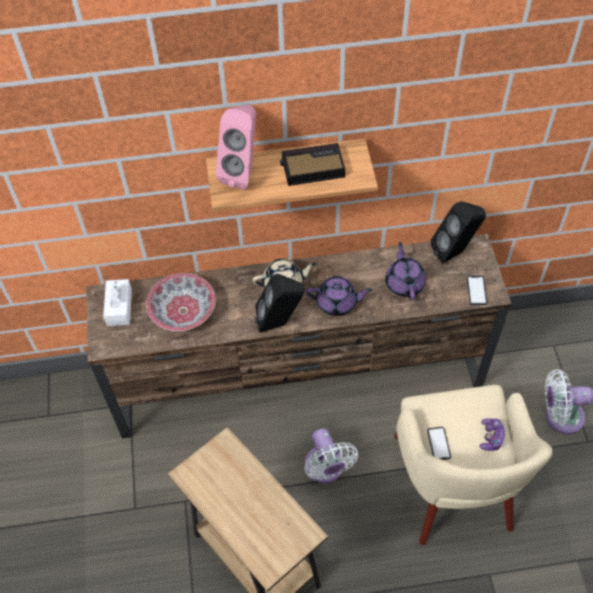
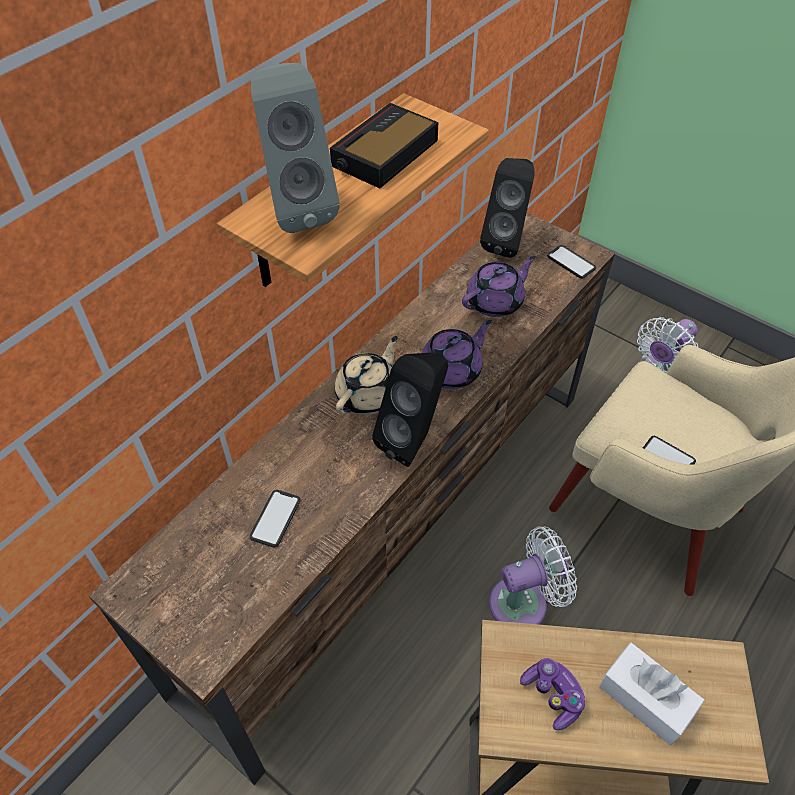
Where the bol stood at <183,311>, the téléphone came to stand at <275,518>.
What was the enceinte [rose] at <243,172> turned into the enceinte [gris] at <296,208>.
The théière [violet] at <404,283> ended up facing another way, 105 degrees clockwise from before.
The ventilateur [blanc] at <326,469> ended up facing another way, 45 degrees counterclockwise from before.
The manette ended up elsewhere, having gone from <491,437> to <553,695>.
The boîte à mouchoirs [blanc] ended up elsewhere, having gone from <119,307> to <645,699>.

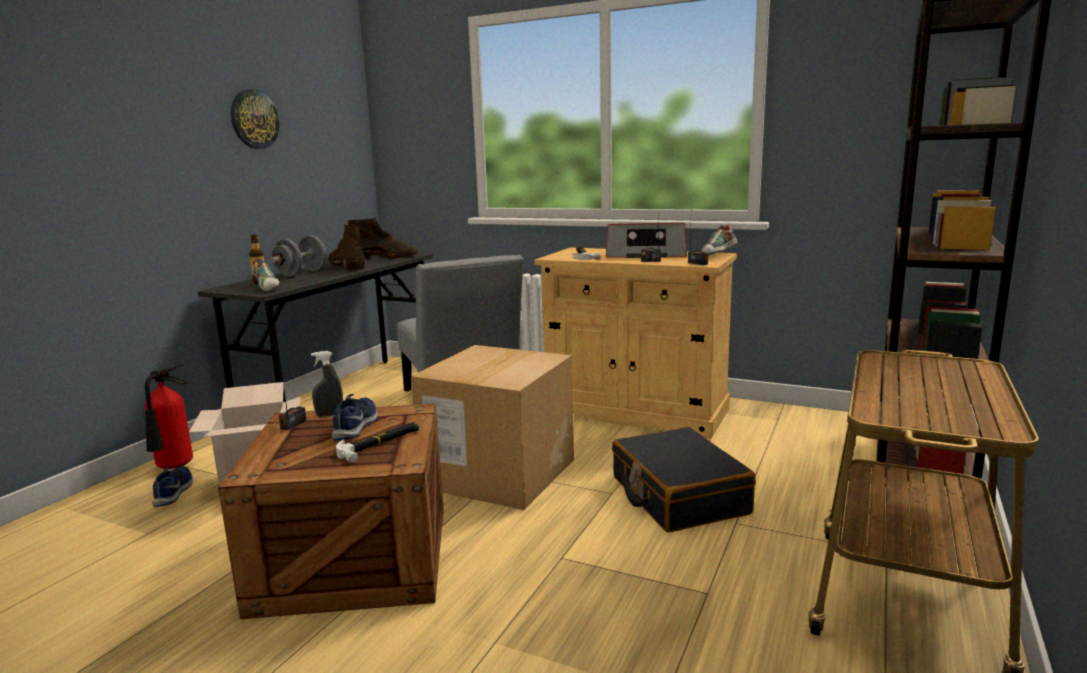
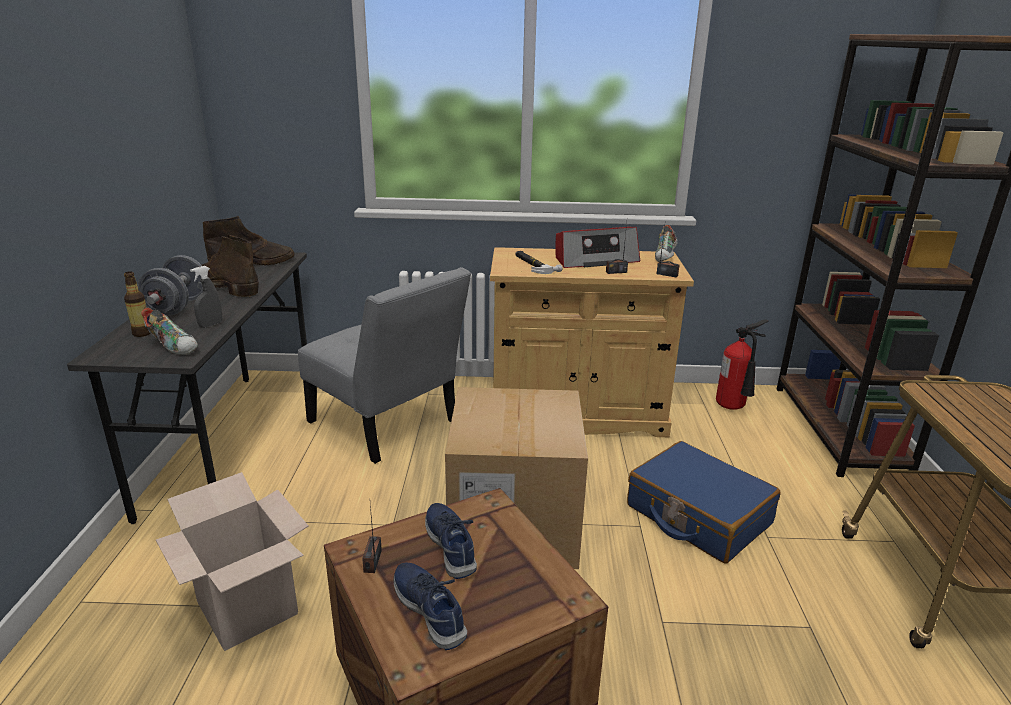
The vaporisateur [gris] ended up elsewhere, having gone from <329,414> to <210,325>.
The chaussure [bleu] ended up elsewhere, having gone from <174,491> to <430,609>.
What was the valise [noir] at <678,495> turned into the valise [bleu] at <697,515>.
The extincteur ended up elsewhere, having gone from <174,468> to <734,408>.
The second view lost the horloge murale at <254,119>.
The second view lost the marteau at <380,444>.

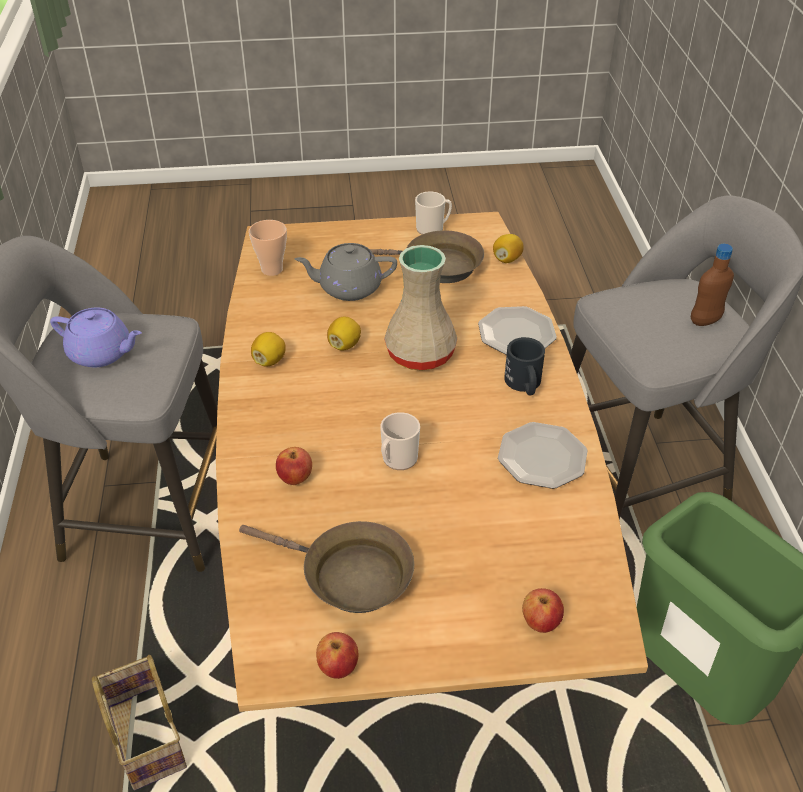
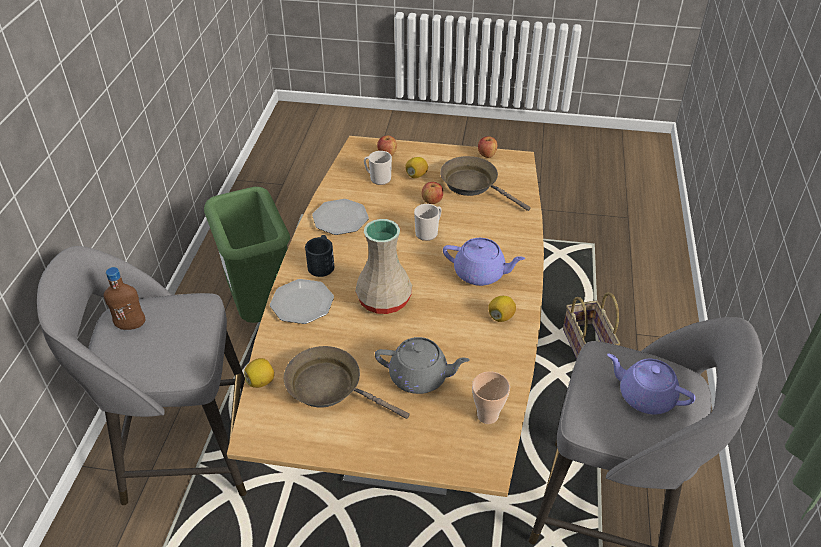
The mug ended up elsewhere, having gone from <433,228> to <378,178>.
The citron ended up elsewhere, having gone from <344,345> to <416,175>.
The pomme ended up elsewhere, having gone from <295,478> to <432,201>.
The second view gained the théière [violet] at <480,274>.

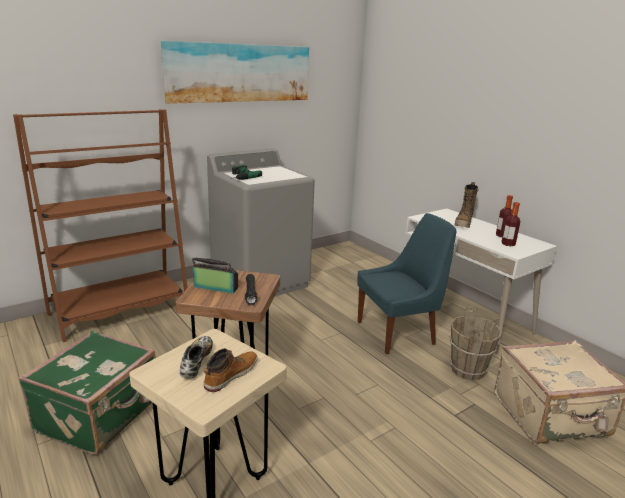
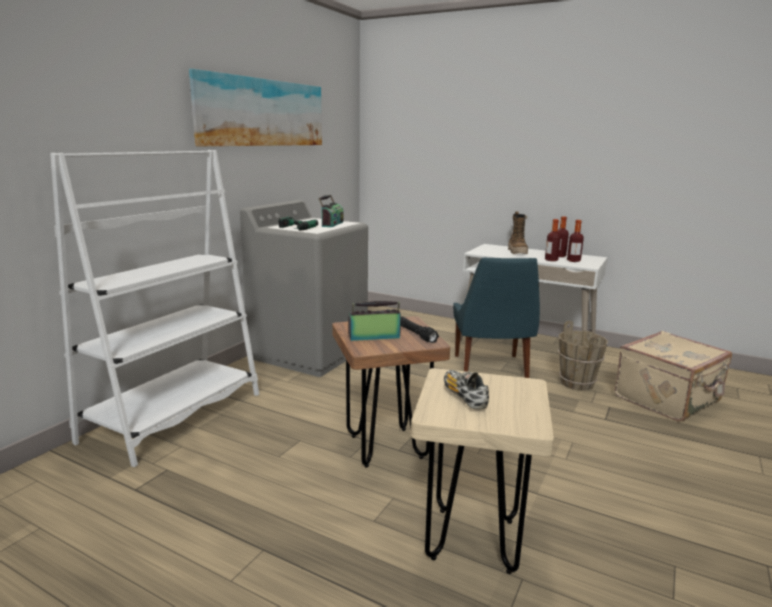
What was the bibliothèque [marron] at <120,311> turned into the bibliothèque [blanc] at <175,417>.
The second view gained the radio at <331,224>.
The chaise [bleu] at <398,332> ended up facing another way, 135 degrees clockwise from before.
The second view gained the bouteille at <551,260>.
The second view lost the valise [vert] at <100,415>.
The second view lost the botte at <230,375>.

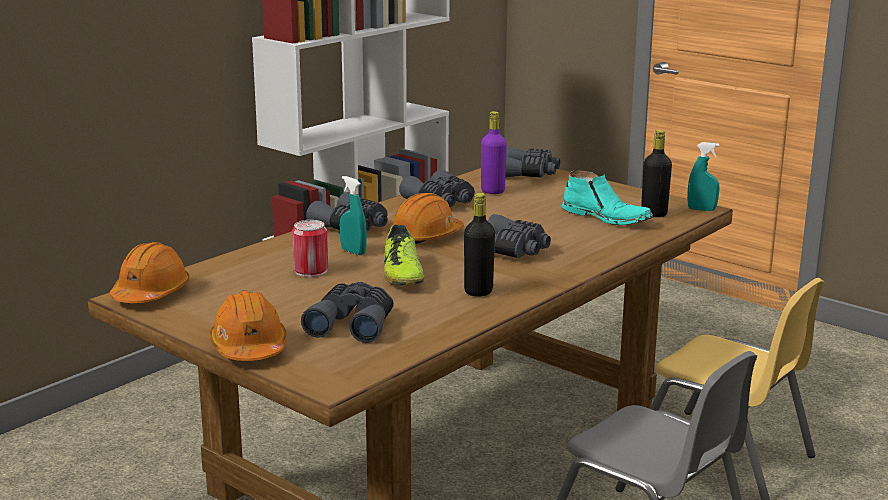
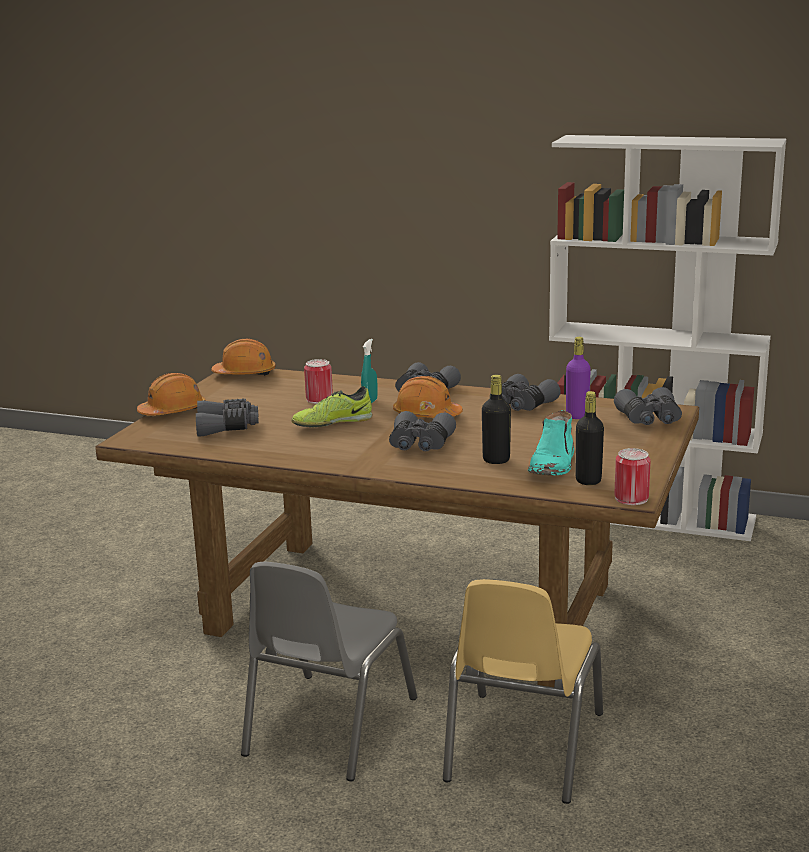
The bouteille [noir] ended up elsewhere, having gone from <478,291> to <496,460>.
Where the vaporisateur [turquoise] stood at <701,209>, the boîte métallique came to stand at <631,498>.

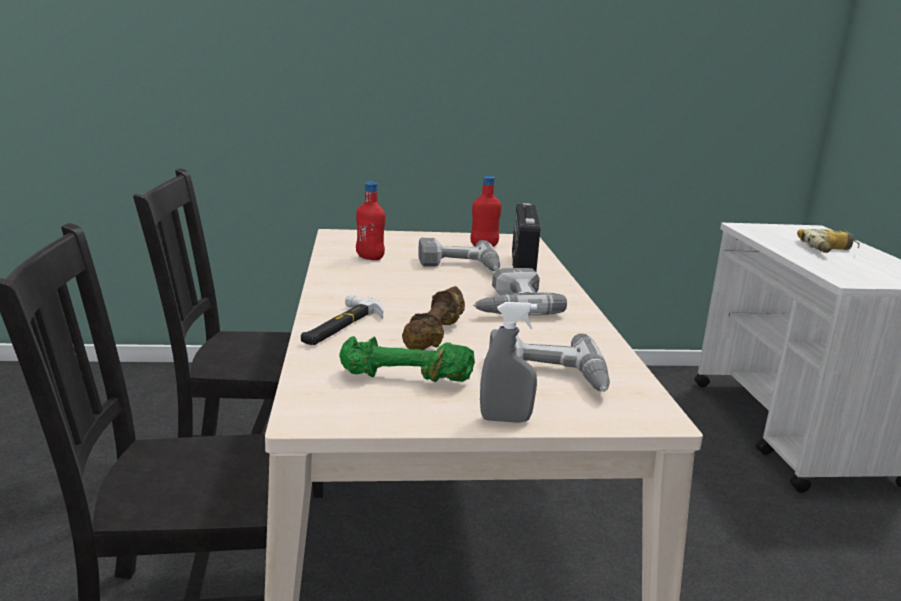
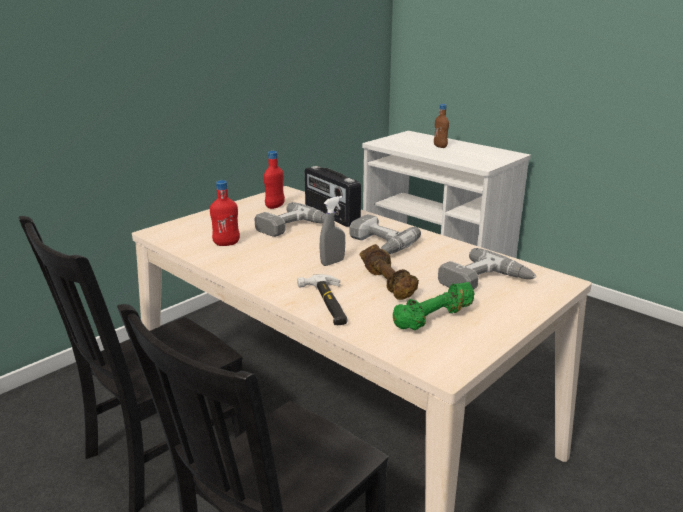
The vaporisateur [gris] ended up elsewhere, having gone from <505,419> to <332,262>.
Where the perceuse stood at <829,248>, the bouteille [marron] came to stand at <440,146>.

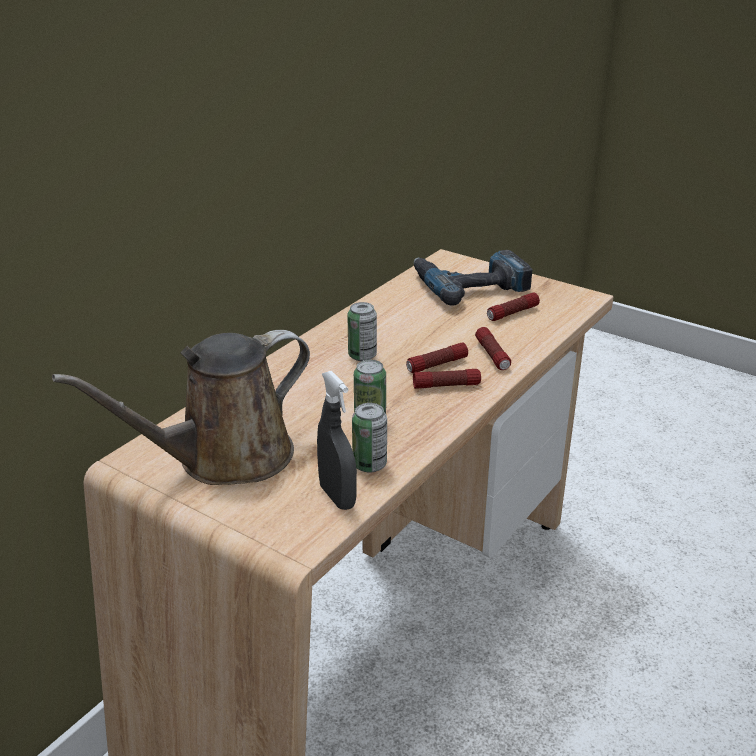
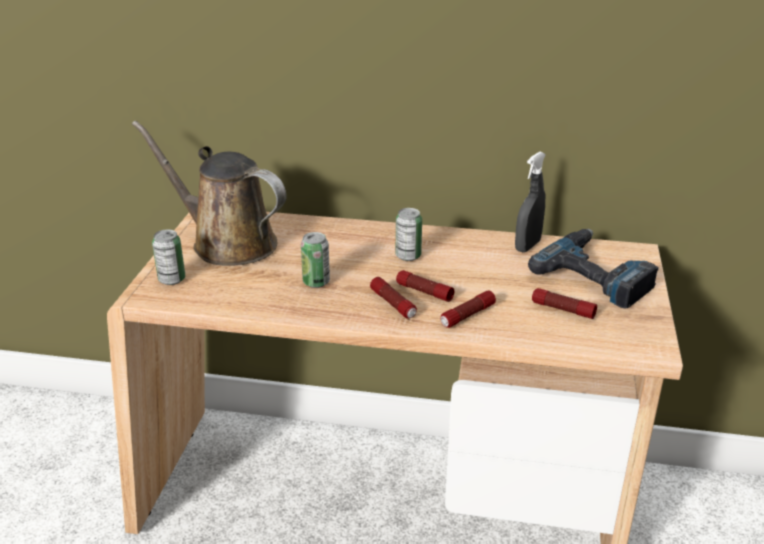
The boîte métallique ended up elsewhere, having gone from <369,464> to <172,279>.
The vaporisateur [gris] ended up elsewhere, having gone from <337,497> to <527,246>.

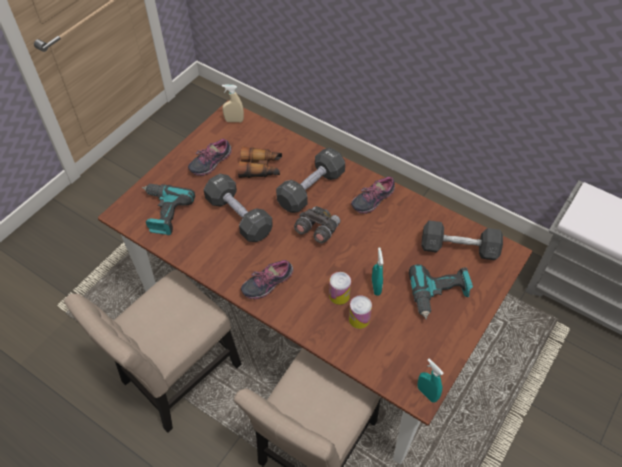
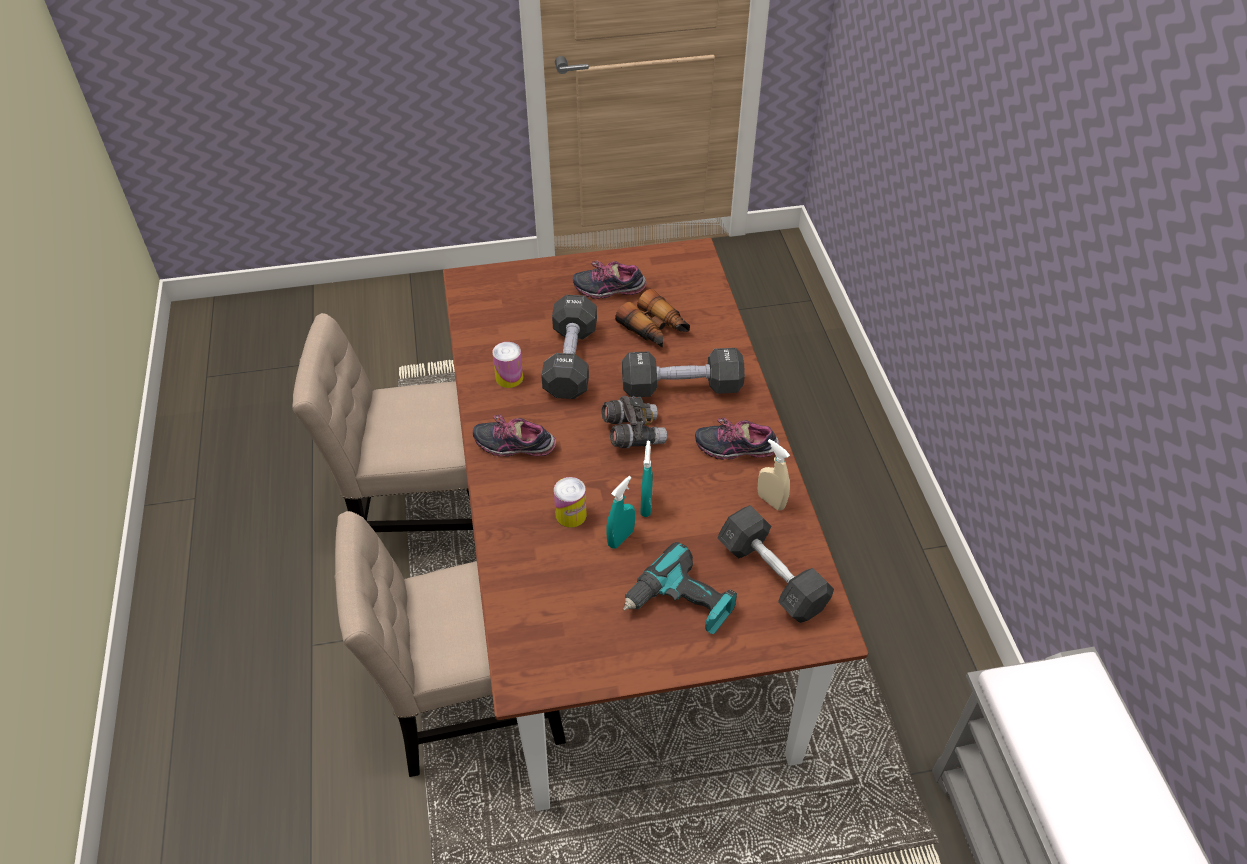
The boîte métallique ended up elsewhere, having gone from <359,319> to <509,378>.
The vaporisateur [turquoise] ended up elsewhere, having gone from <427,393> to <646,505>.
The vaporisateur [beige] ended up elsewhere, having gone from <234,120> to <771,501>.
The second view lost the perceuse at <164,212>.

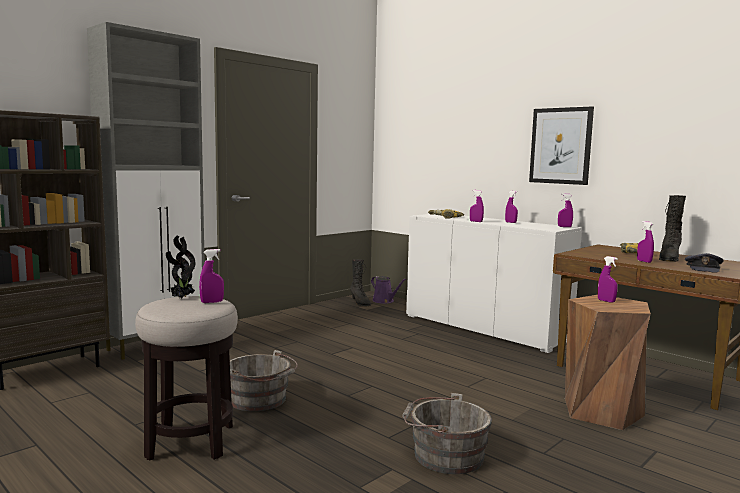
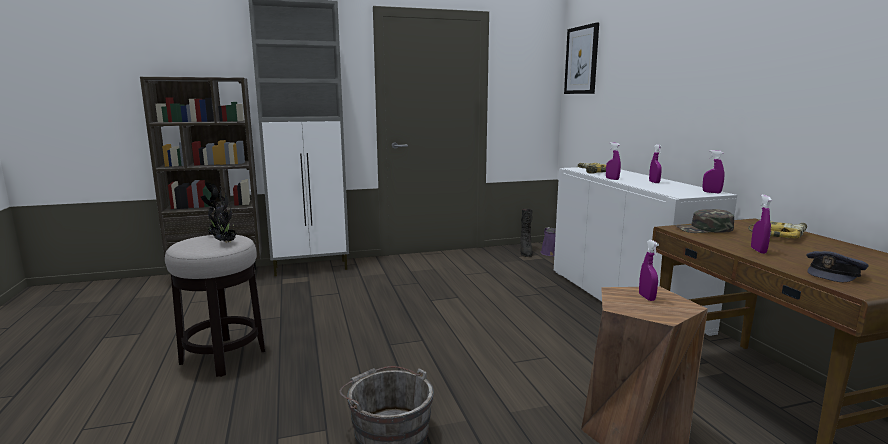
Where the vaporisateur [violet] stood at <212,302>, the plante en pot came to stand at <227,242>.
The tableau ended up elsewhere, having gone from <561,146> to <582,60>.
The second view gained the casquette [vert] at <703,229>.
The second view lost the seau [gris] at <260,400>.
The second view lost the botte [noir] at <669,259>.

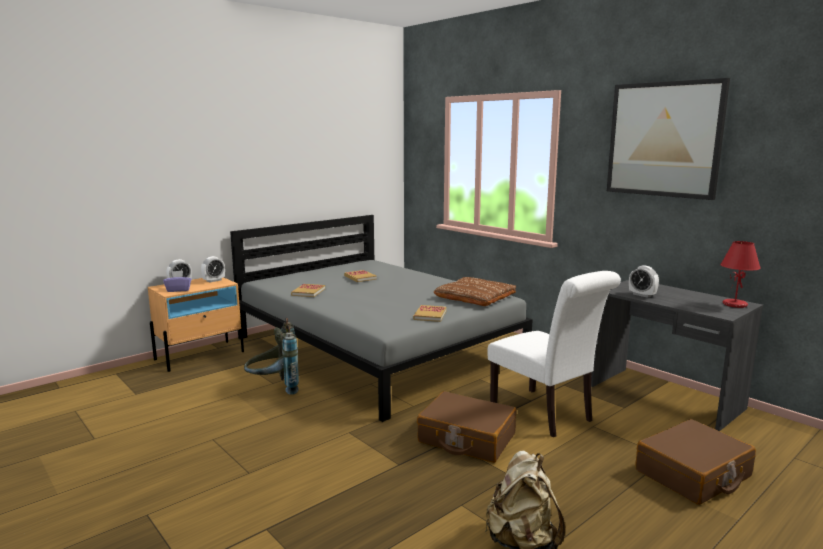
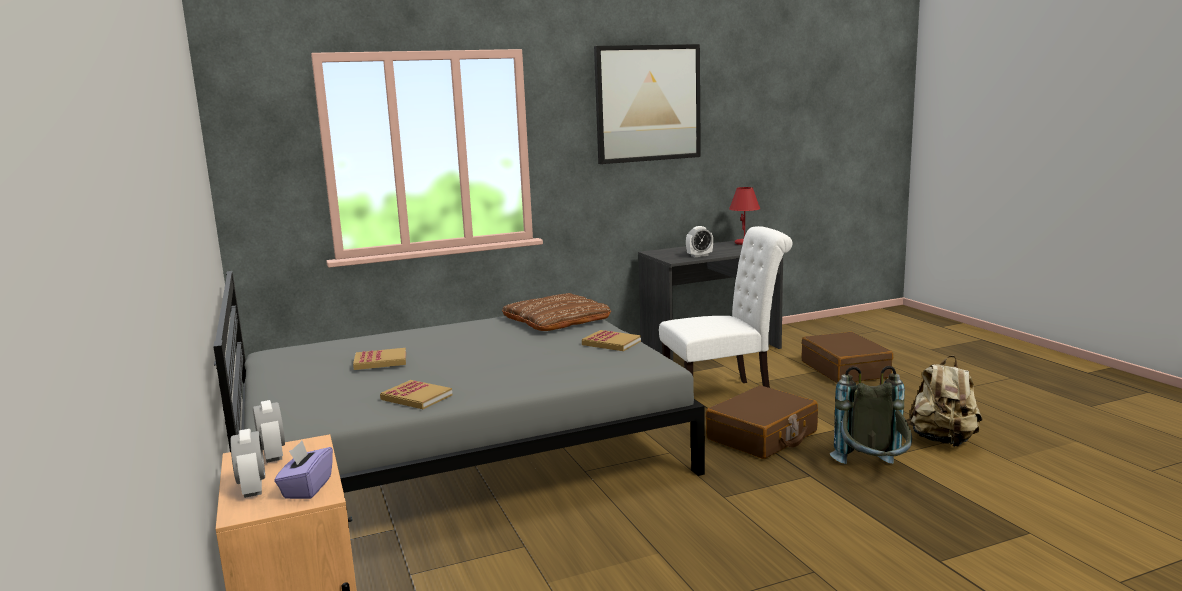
The sac à dos [gris] ended up elsewhere, having gone from <274,388> to <872,472>.

